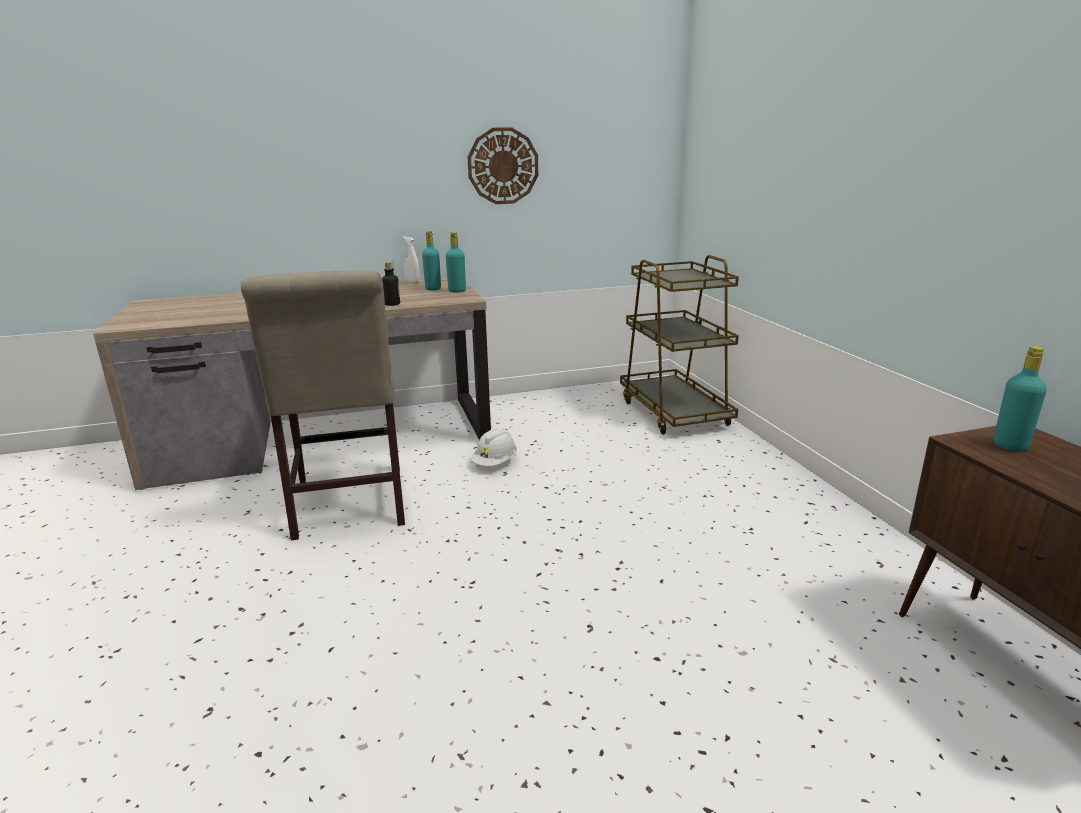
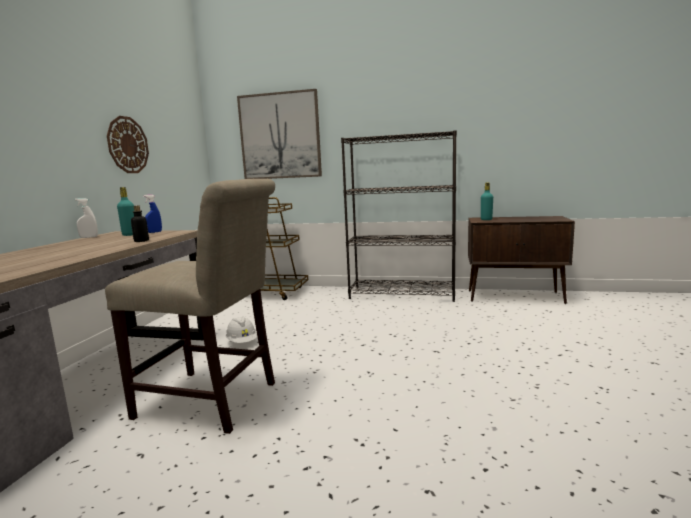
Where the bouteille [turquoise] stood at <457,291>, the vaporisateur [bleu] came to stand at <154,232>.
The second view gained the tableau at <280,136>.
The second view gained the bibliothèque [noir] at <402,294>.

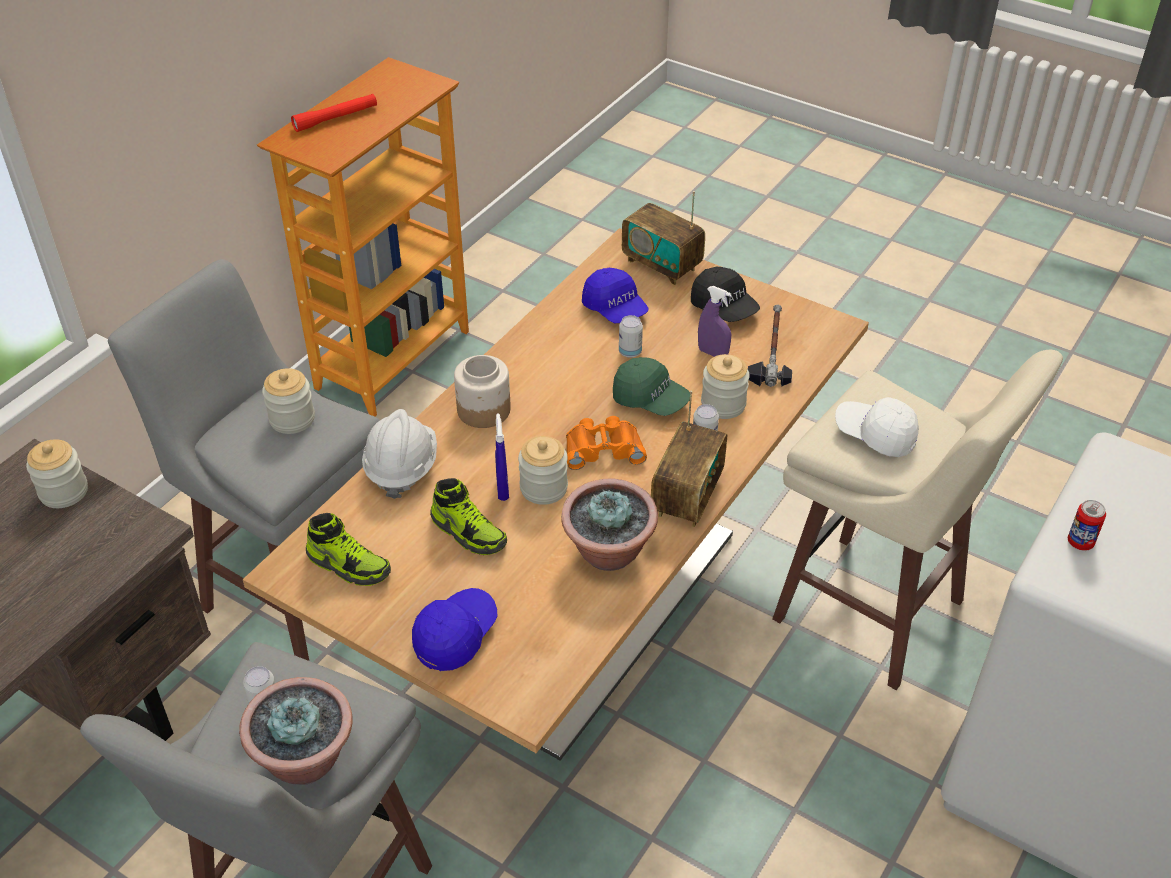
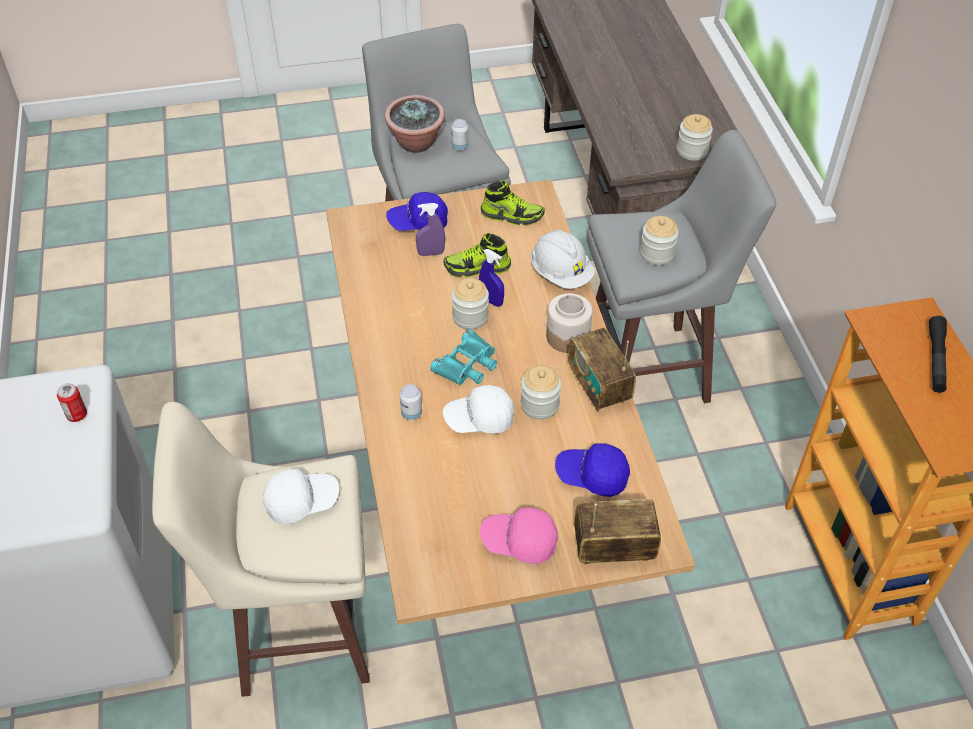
The casquette [bleu] at <455,636> ended up facing another way, 90 degrees clockwise from before.
The vaporisateur [violet] ended up elsewhere, having gone from <712,353> to <431,253>.
What was the jumelles [orange] at <603,448> turned into the jumelles [turquoise] at <467,364>.
What was the casquette [vert] at <650,400> turned into the casquette [blanc] at <479,419>.
What was the casquette [noir] at <724,308> turned into the casquette [rose] at <519,541>.
The chaussure at <349,565> ended up facing another way, 150 degrees counterclockwise from before.
The bocal ended up elsewhere, having gone from <723,404> to <539,405>.
The radio ended up elsewhere, having gone from <687,496> to <599,386>.
What was the lampe de poche [rouge] at <335,118> turned into the lampe de poche [noir] at <936,359>.
The second view lost the plante en pot at <609,553>.
The second view lost the boîte métallique at <630,352>.
The second view lost the marteau at <771,350>.

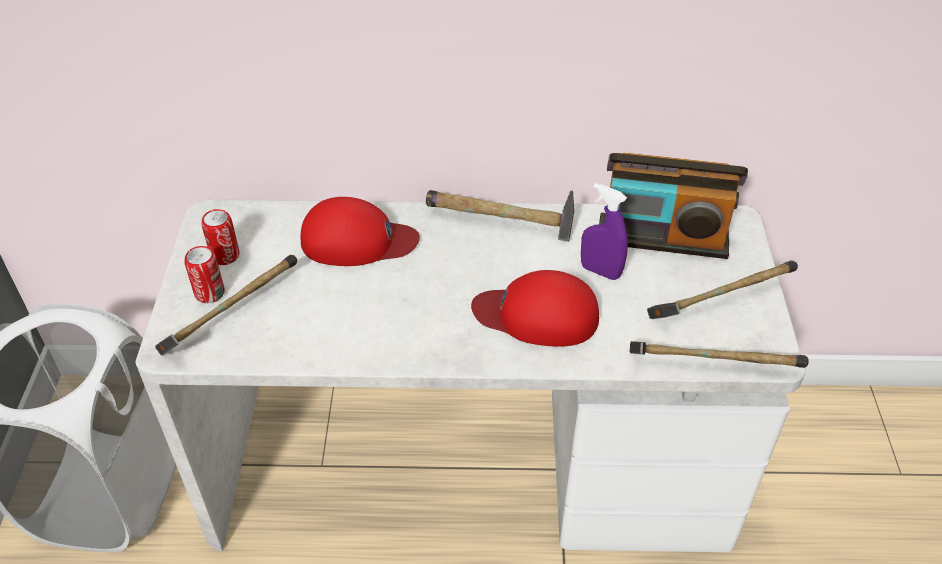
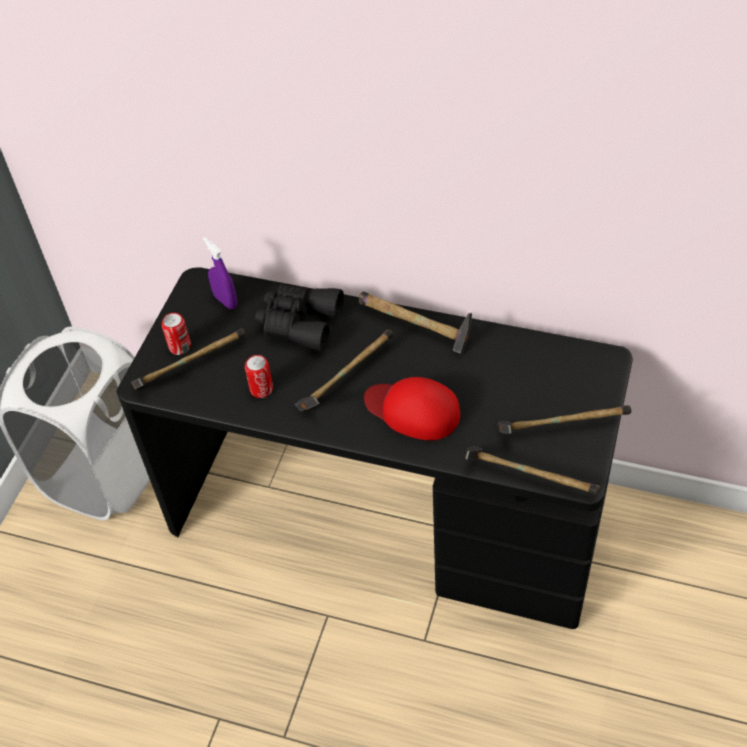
What was the bureau [blanc] at <471,465> turned into the bureau [noir] at <386,512>.
The vaporisateur [violet] ended up elsewhere, having gone from <600,271> to <225,301>.
The boîte métallique ended up elsewhere, having gone from <225,256> to <261,389>.
Where the casquette [rouge] stood at <357,240>, the jumelles [noir] came to stand at <299,323>.
The second view gained the marteau at <345,380>.
The second view lost the radio at <662,238>.

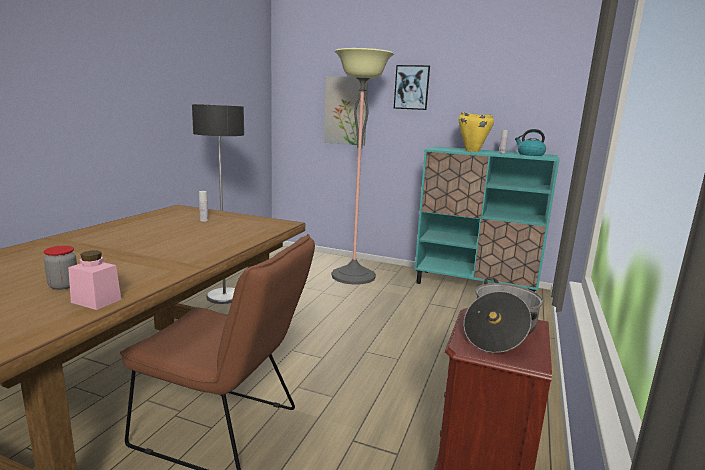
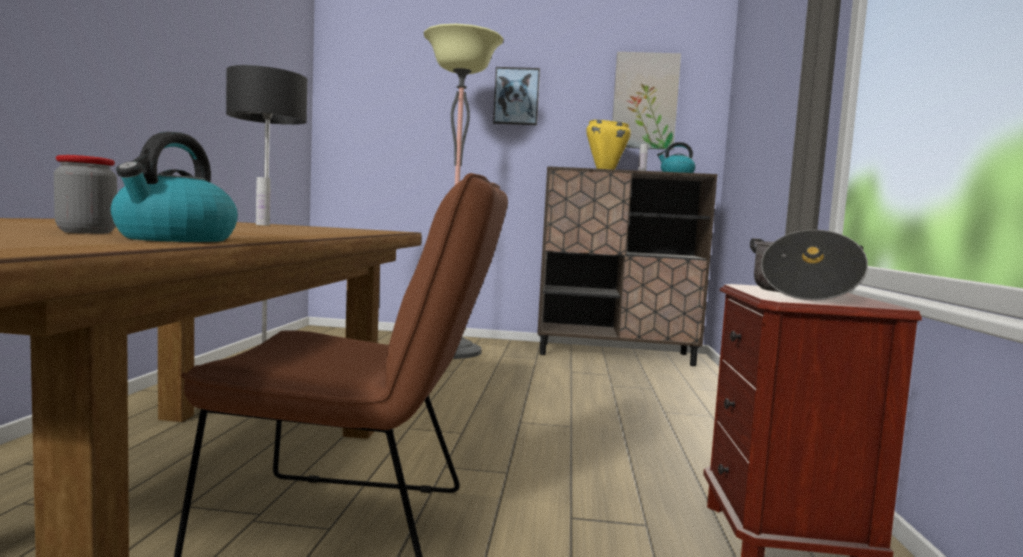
Where the bocal [rose] stood at <96,301>, the bouilloire came to stand at <175,239>.
What was the meuble de rangement [turquoise] at <475,286> turned into the meuble de rangement [marron] at <615,354>.
The tableau ended up elsewhere, having gone from <346,111> to <644,101>.

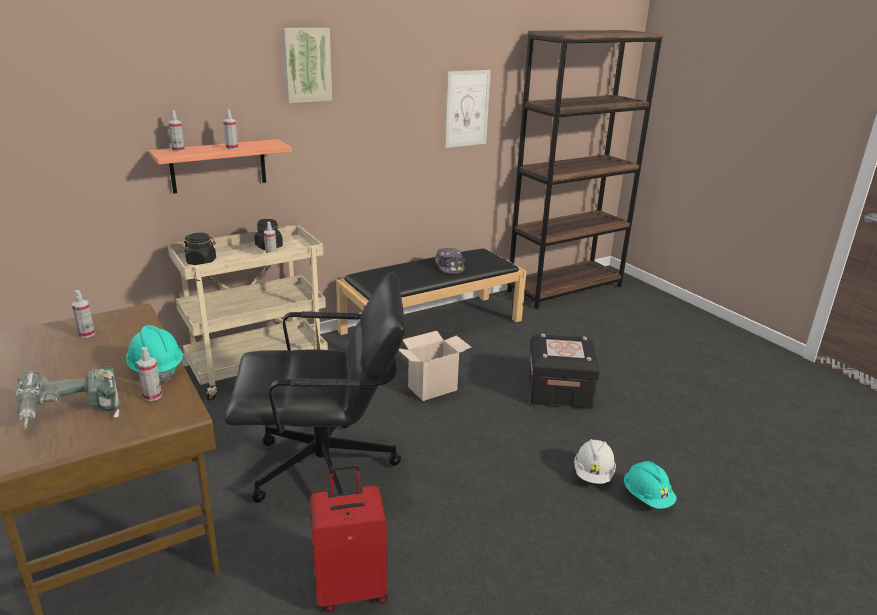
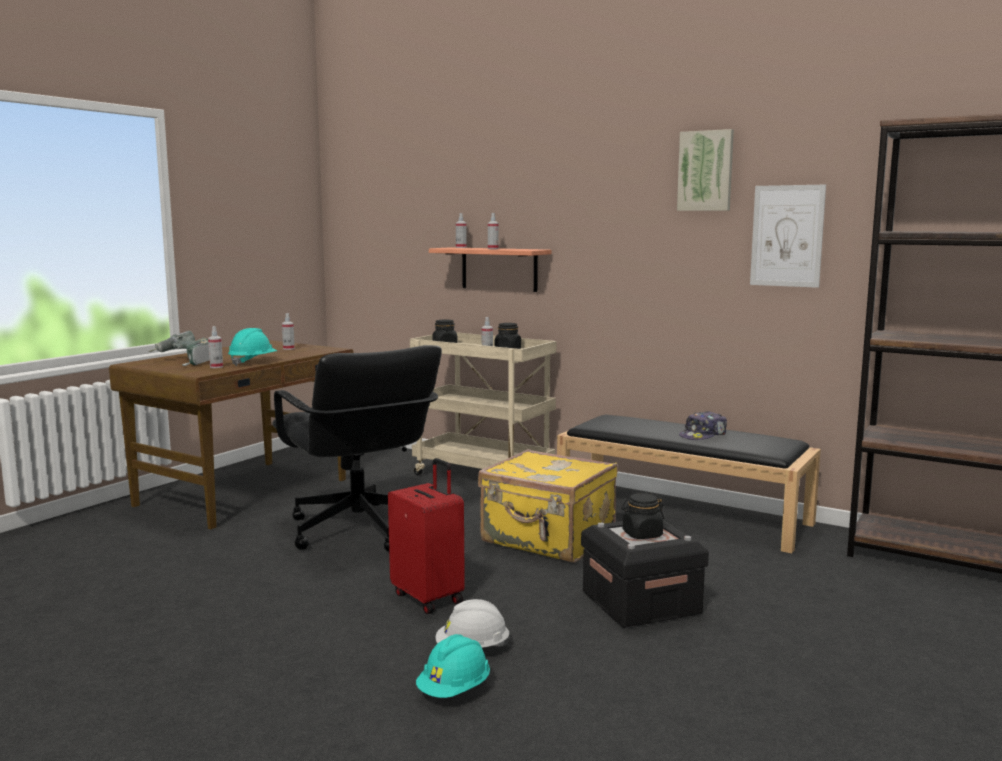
The valise [rouge] ended up elsewhere, having gone from <351,589> to <429,597>.
Where the carton stood at <433,387>, the valise [jaune] came to stand at <548,540>.
The second view gained the bocal [noir] at <642,534>.
The tableau ended up elsewhere, having gone from <306,65> to <706,171>.

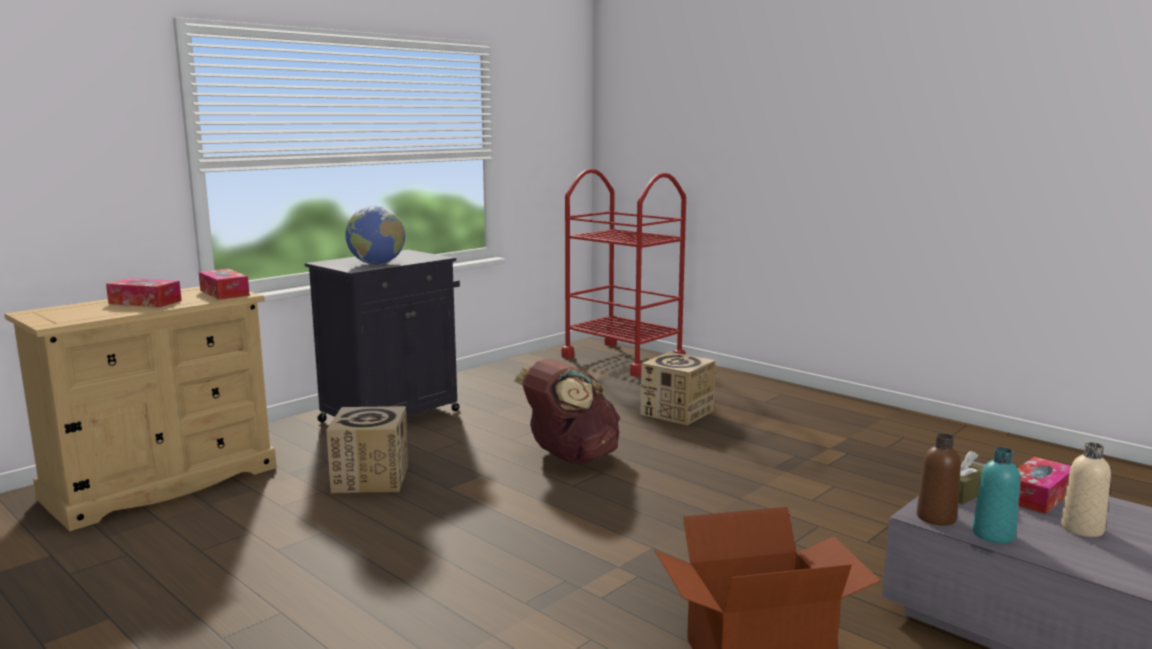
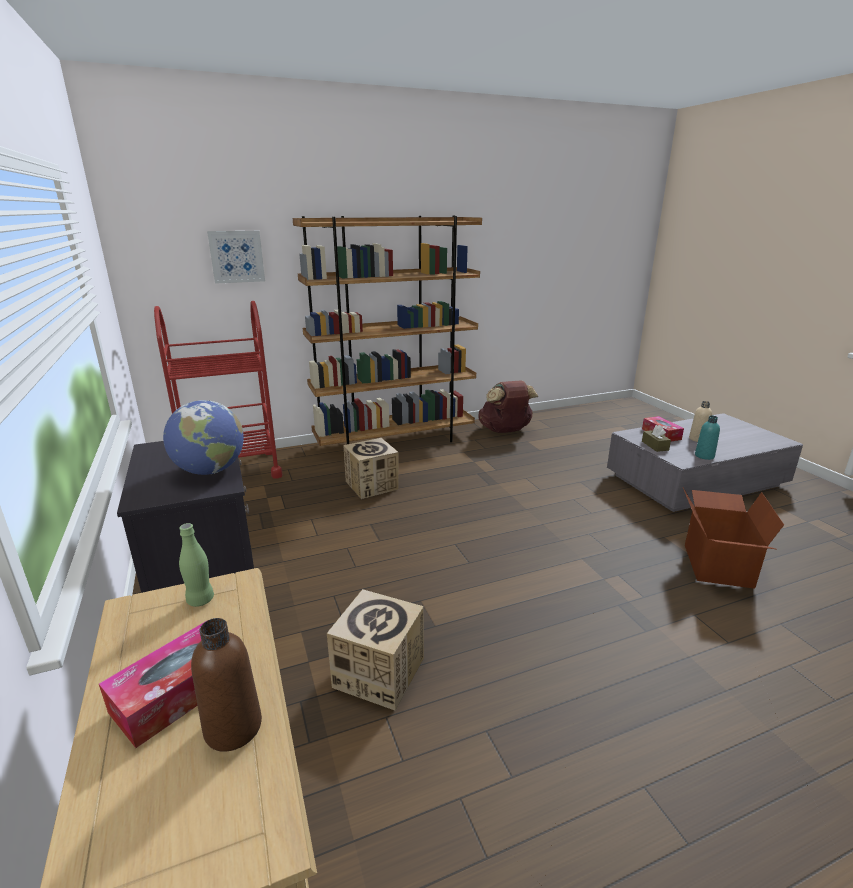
Where the boîte à mouchoirs stood at <224,293>, the bouteille [vert] came to stand at <200,600>.
The bouteille [marron] ended up elsewhere, having gone from <936,518> to <233,727>.
The second view gained the tableau at <236,256>.
The second view gained the bibliothèque [marron] at <395,441>.
The sac à dos [marron] ended up elsewhere, having gone from <570,458> to <505,431>.

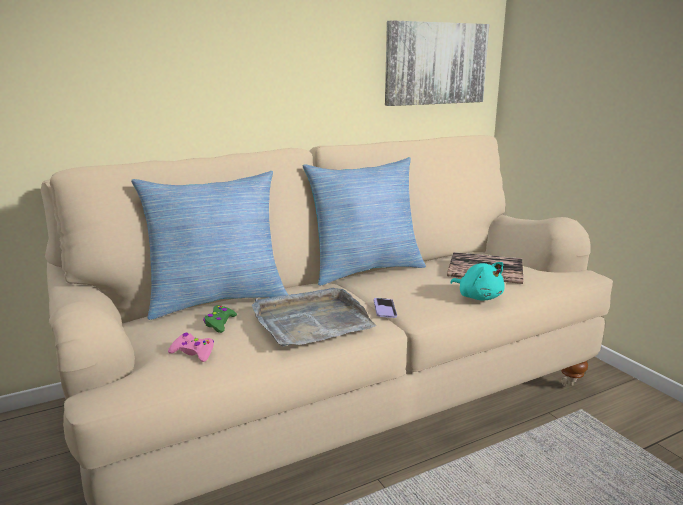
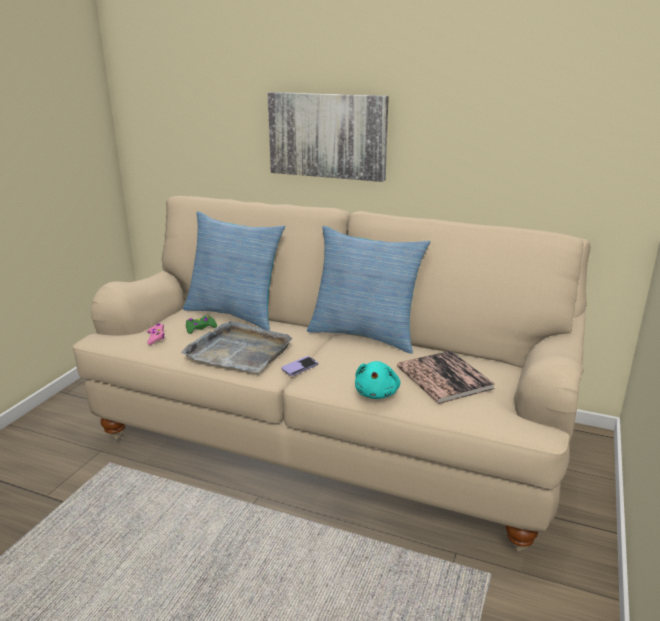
The tableau ended up elsewhere, having gone from <435,64> to <327,135>.

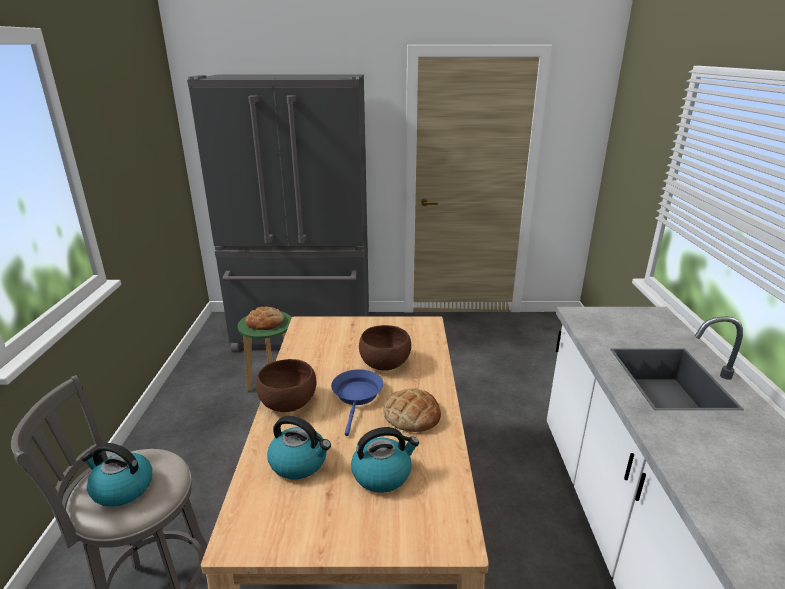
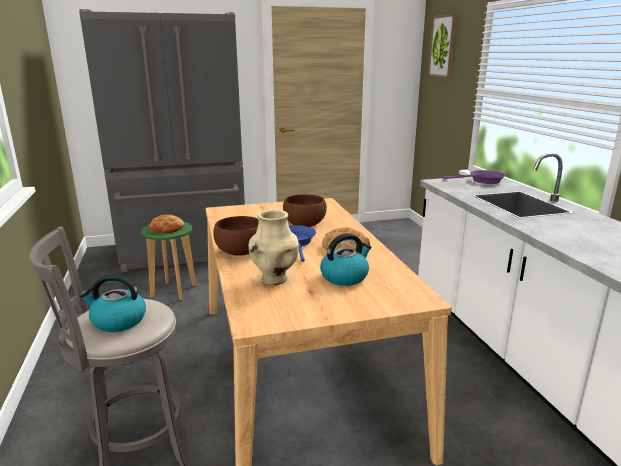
Where the bouilloire stood at <299,462>, the vase [beige] came to stand at <274,279>.
The second view gained the tableau at <443,46>.
The second view gained the poêle [violet] at <482,181>.

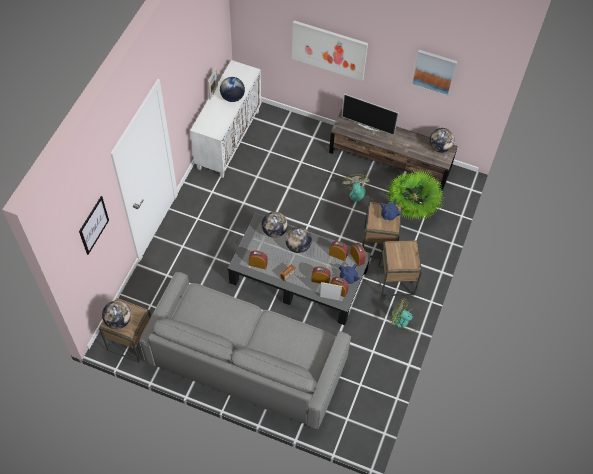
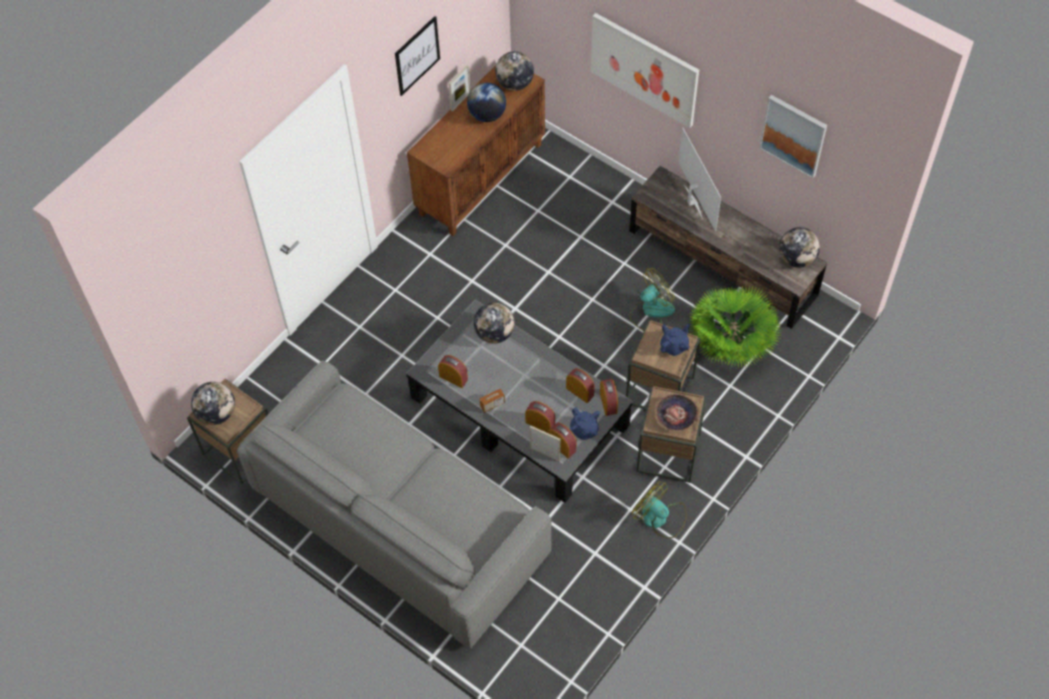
The tableau ended up elsewhere, having gone from <93,225> to <417,55>.
What was the meuble de rangement [blanc] at <228,139> turned into the meuble de rangement [marron] at <480,178>.
The globe ended up elsewhere, having gone from <298,246> to <515,84>.
The ventilateur at <358,198> ended up facing another way, 45 degrees clockwise from before.
The second view gained the bol at <676,416>.
The téléviseur at <368,127> ended up facing another way, 150 degrees counterclockwise from before.

